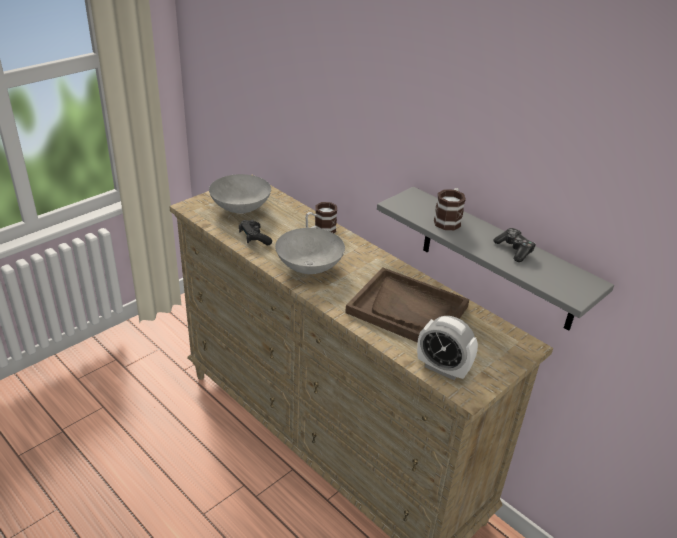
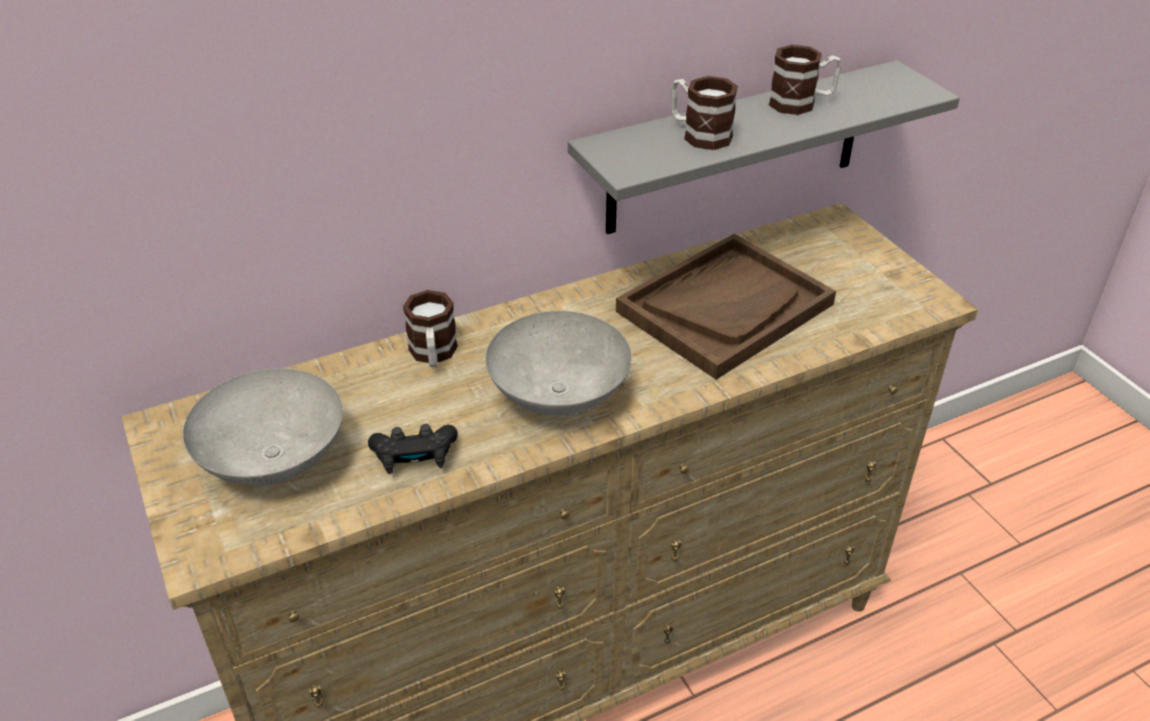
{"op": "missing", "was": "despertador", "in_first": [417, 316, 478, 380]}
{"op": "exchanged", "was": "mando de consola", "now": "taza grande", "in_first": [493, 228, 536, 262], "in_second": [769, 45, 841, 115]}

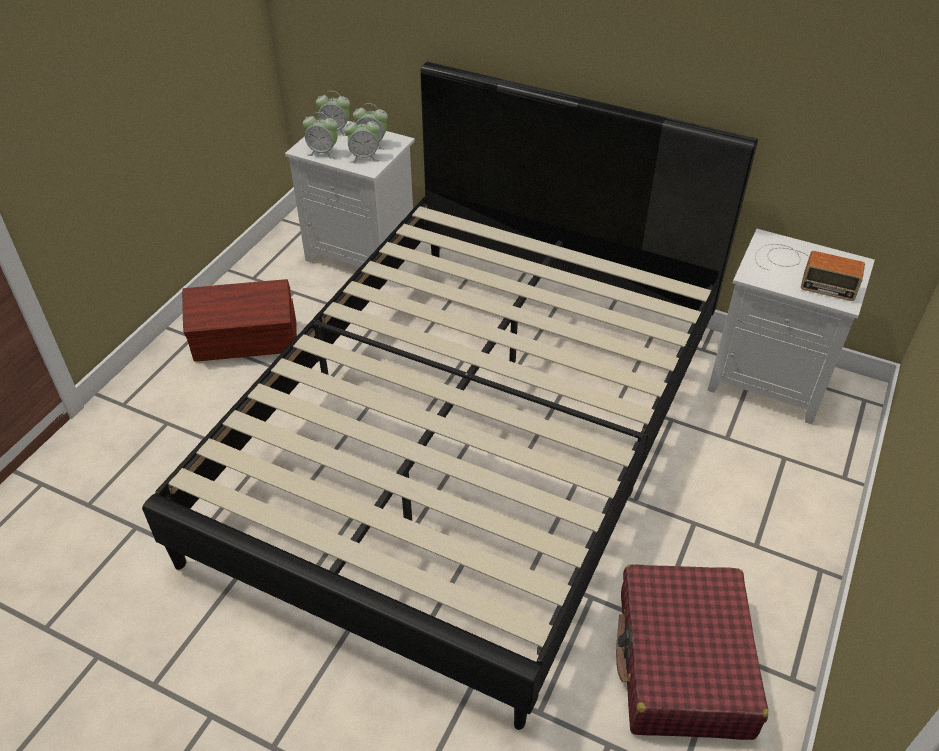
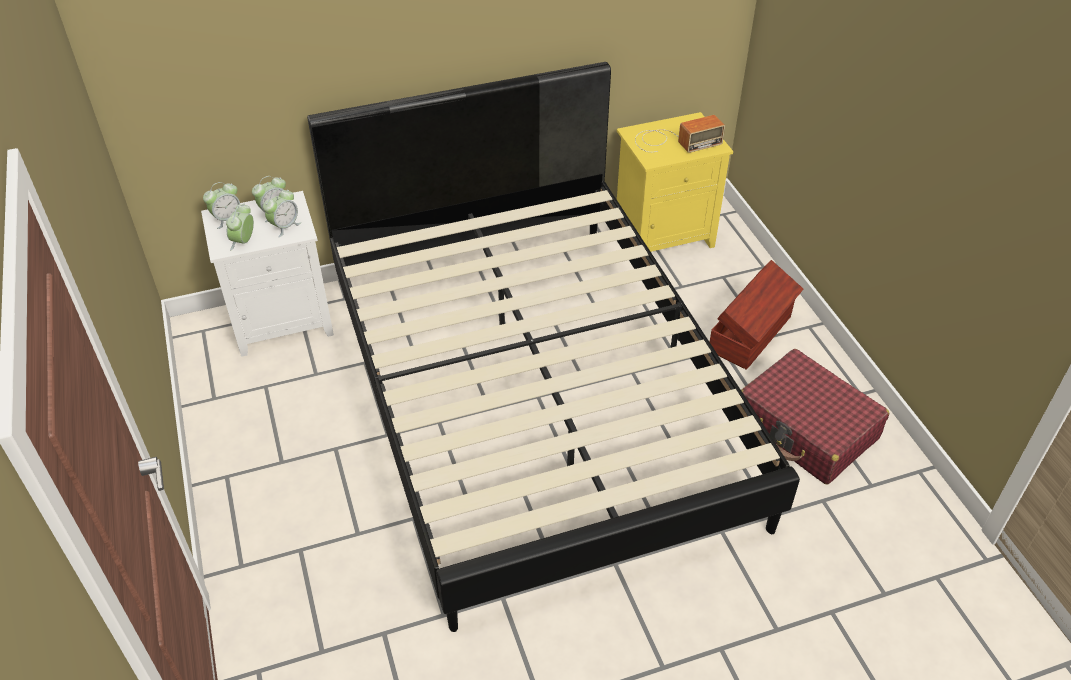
{"op": "relocated", "was": "caja de almacenaje/marrón", "in_first": [182, 279, 297, 362], "in_second": [710, 260, 803, 370]}
{"op": "colour", "was": "mesita de noche/blanco", "now": "mesita de noche/amarillo", "in_first": [707, 229, 875, 424], "in_second": [617, 112, 733, 252]}
{"op": "spun", "was": "despertador", "in_first": [303, 112, 338, 159], "in_second": [226, 203, 254, 250], "clockwise": 135}

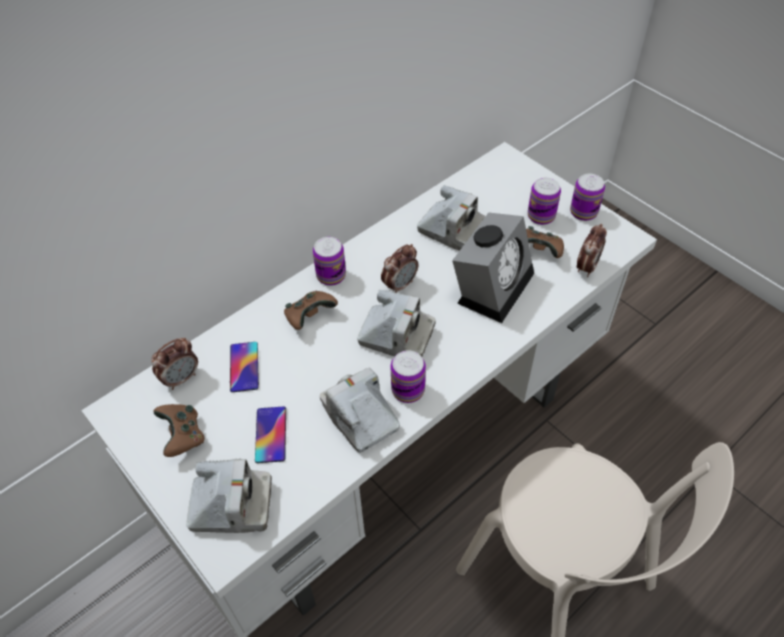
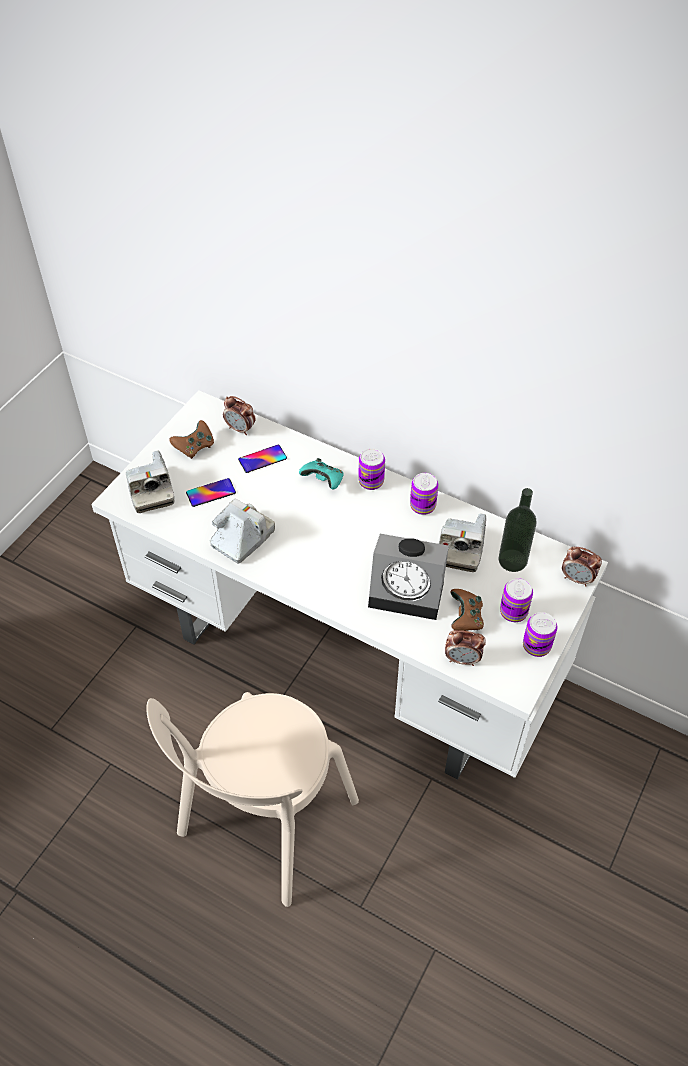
{"op": "missing", "was": "cámara", "in_first": [357, 290, 436, 357]}
{"op": "appeared", "now": "botella", "in_second": [498, 488, 537, 572]}
{"op": "relocated", "was": "despertador", "in_first": [381, 244, 418, 293], "in_second": [562, 547, 602, 587]}
{"op": "relocated", "was": "lata", "in_first": [390, 350, 426, 403], "in_second": [410, 473, 438, 515]}
{"op": "colour", "was": "mando de consola/marrón", "now": "mando de consola/turquesa", "in_first": [284, 291, 338, 330], "in_second": [299, 458, 344, 490]}

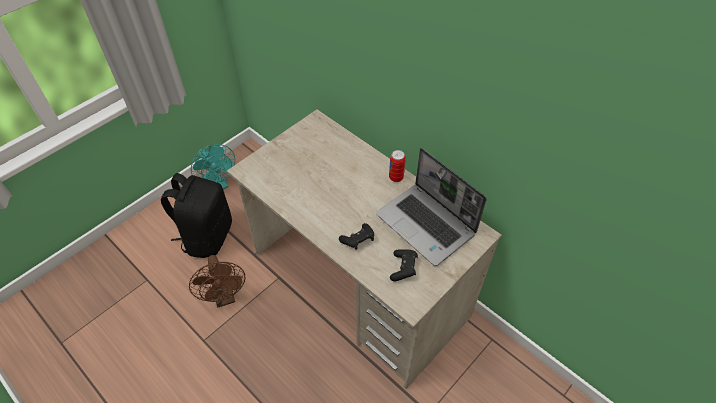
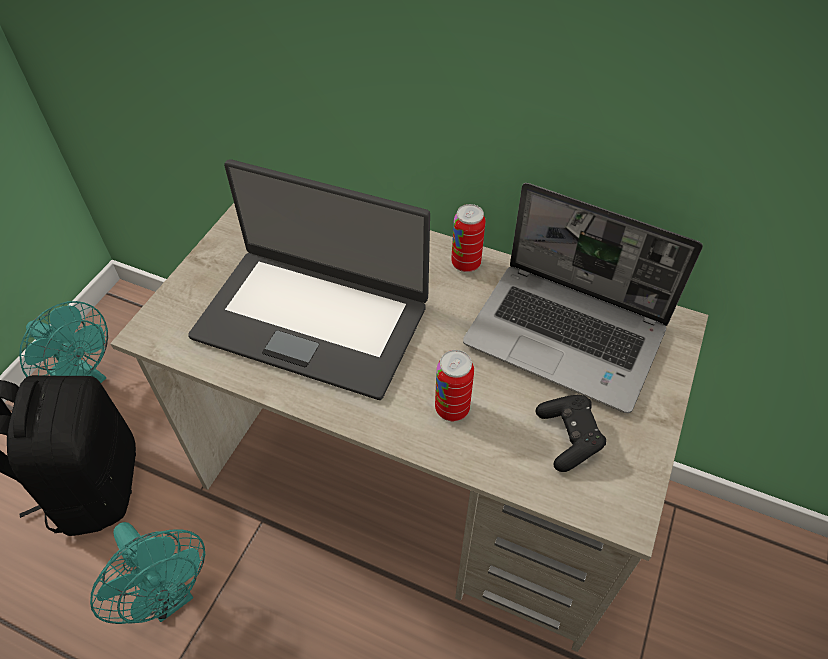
{"op": "appeared", "now": "portátil", "in_second": [188, 159, 430, 400]}
{"op": "exchanged", "was": "mando de consola/negro", "now": "lata", "in_first": [339, 223, 374, 250], "in_second": [435, 350, 474, 421]}
{"op": "colour", "was": "ventilador/marrón", "now": "ventilador/turquesa", "in_first": [189, 255, 245, 308], "in_second": [90, 522, 205, 624]}

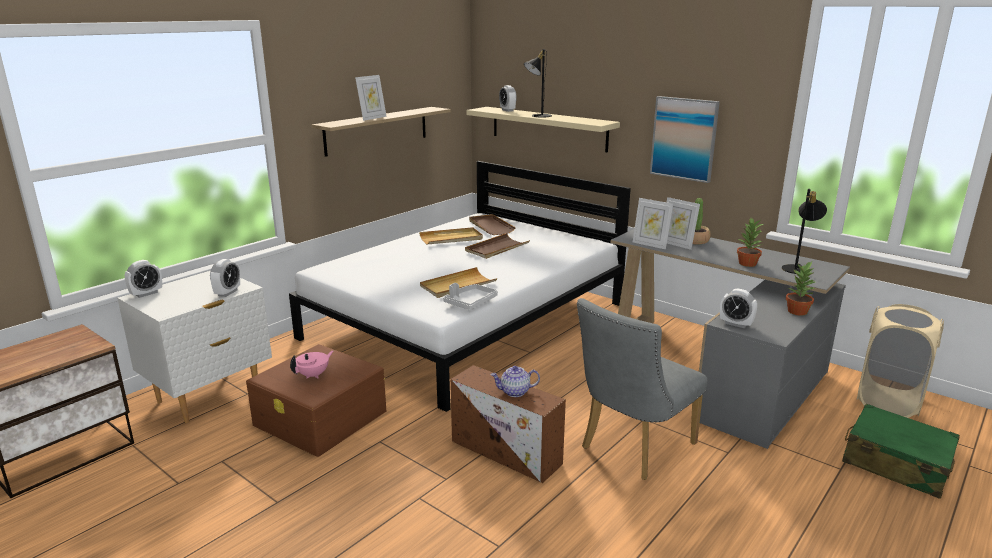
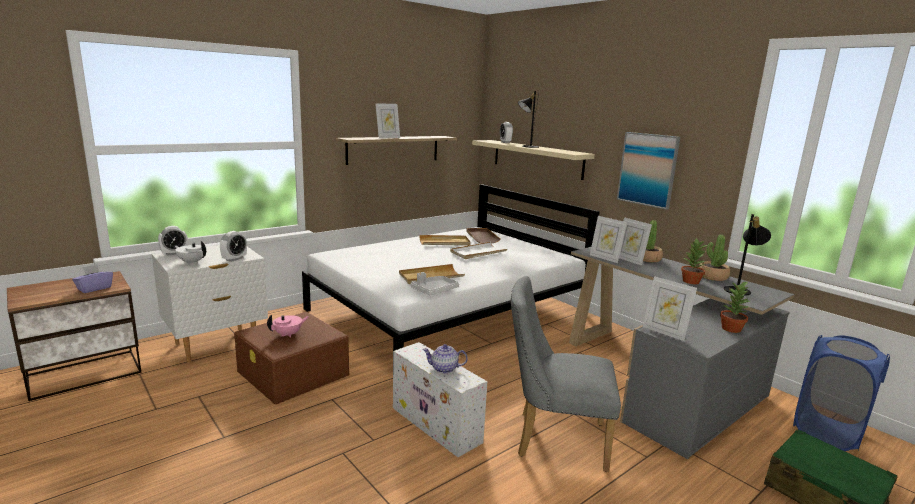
{"op": "appeared", "now": "caja de pañuelos/morado", "in_second": [72, 264, 113, 293]}
{"op": "appeared", "now": "tetera/blanco", "in_second": [175, 241, 206, 264]}
{"op": "appeared", "now": "planta en maceta", "in_second": [699, 235, 730, 281]}
{"op": "exchanged", "was": "despertador", "now": "portarretratos", "in_first": [720, 289, 757, 328], "in_second": [643, 276, 697, 341]}
{"op": "colour", "was": "caja de almacenaje/marrón", "now": "caja de almacenaje/blanco", "in_first": [450, 365, 566, 483], "in_second": [393, 342, 487, 457]}
{"op": "colour", "was": "bandeja/marrón", "now": "bandeja/blanco", "in_first": [465, 233, 530, 259], "in_second": [450, 242, 507, 259]}
{"op": "colour", "was": "cesto de la ropa/beis", "now": "cesto de la ropa/azul", "in_first": [857, 304, 944, 418], "in_second": [793, 335, 890, 451]}
{"op": "spun", "was": "silla/gris", "in_first": [577, 298, 708, 480], "in_second": [511, 276, 621, 472], "clockwise": 45}

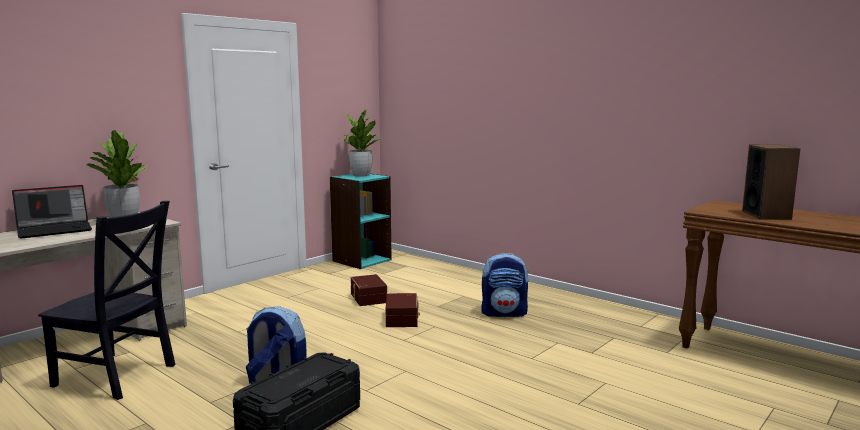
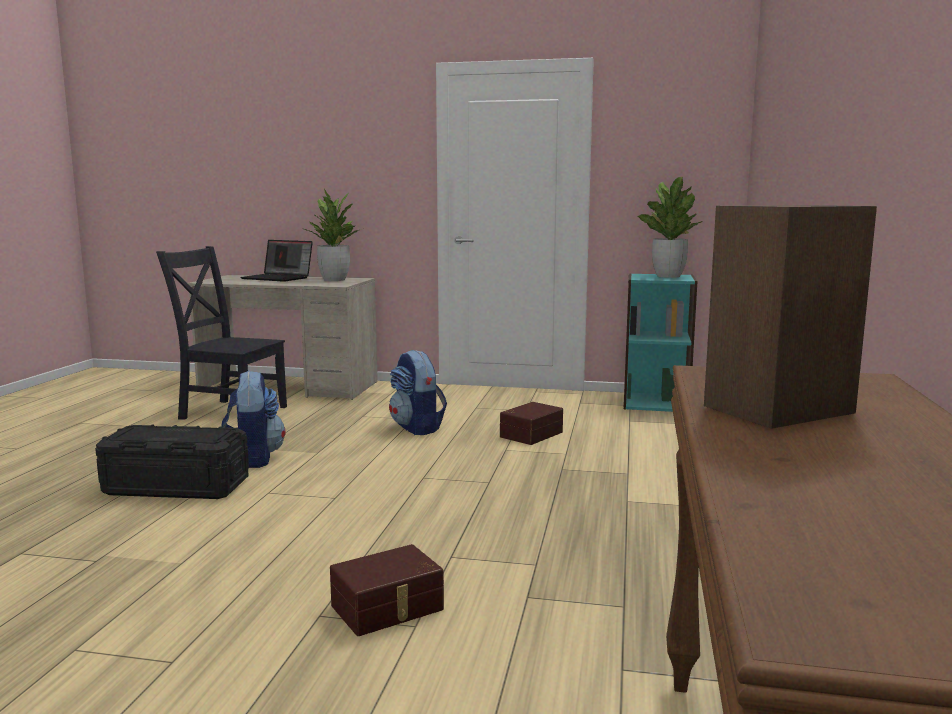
{"op": "relocated", "was": "caja de almacenaje/marrón", "in_first": [386, 293, 420, 327], "in_second": [330, 544, 444, 636]}
{"op": "relocated", "was": "mochila", "in_first": [481, 253, 529, 317], "in_second": [389, 350, 447, 435]}
{"op": "spun", "was": "silla/negro", "in_first": [38, 201, 175, 400], "in_second": [156, 246, 287, 420], "clockwise": 120}

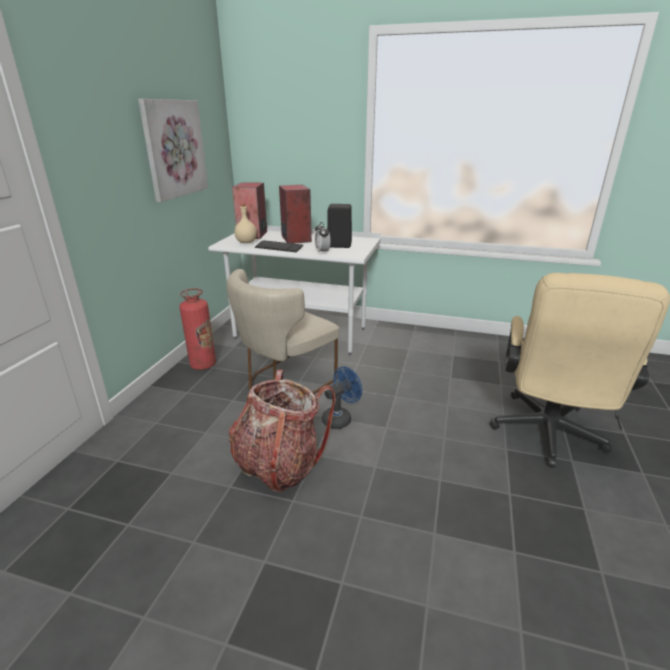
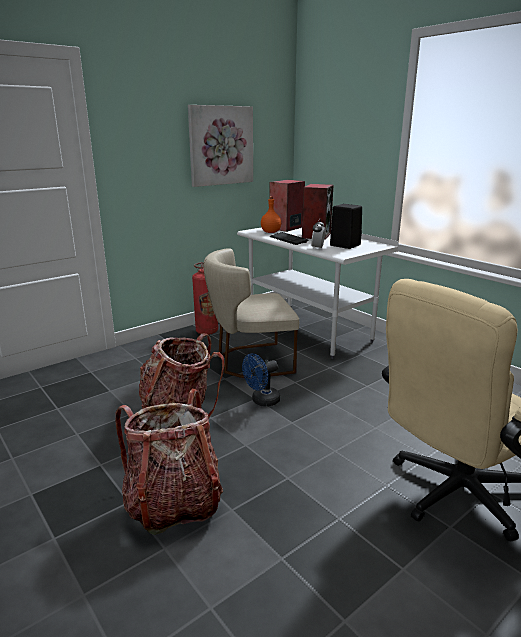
{"op": "appeared", "now": "mochila", "in_second": [115, 389, 223, 535]}
{"op": "colour", "was": "botella/beis", "now": "botella/naranja", "in_first": [235, 203, 257, 243], "in_second": [261, 196, 281, 233]}
{"op": "spun", "was": "ventilador/azul", "in_first": [322, 366, 362, 429], "in_second": [242, 353, 280, 406], "clockwise": 150}

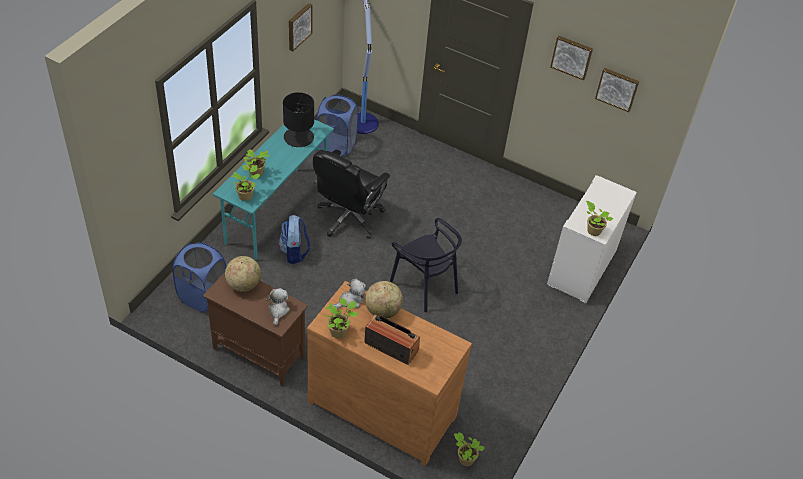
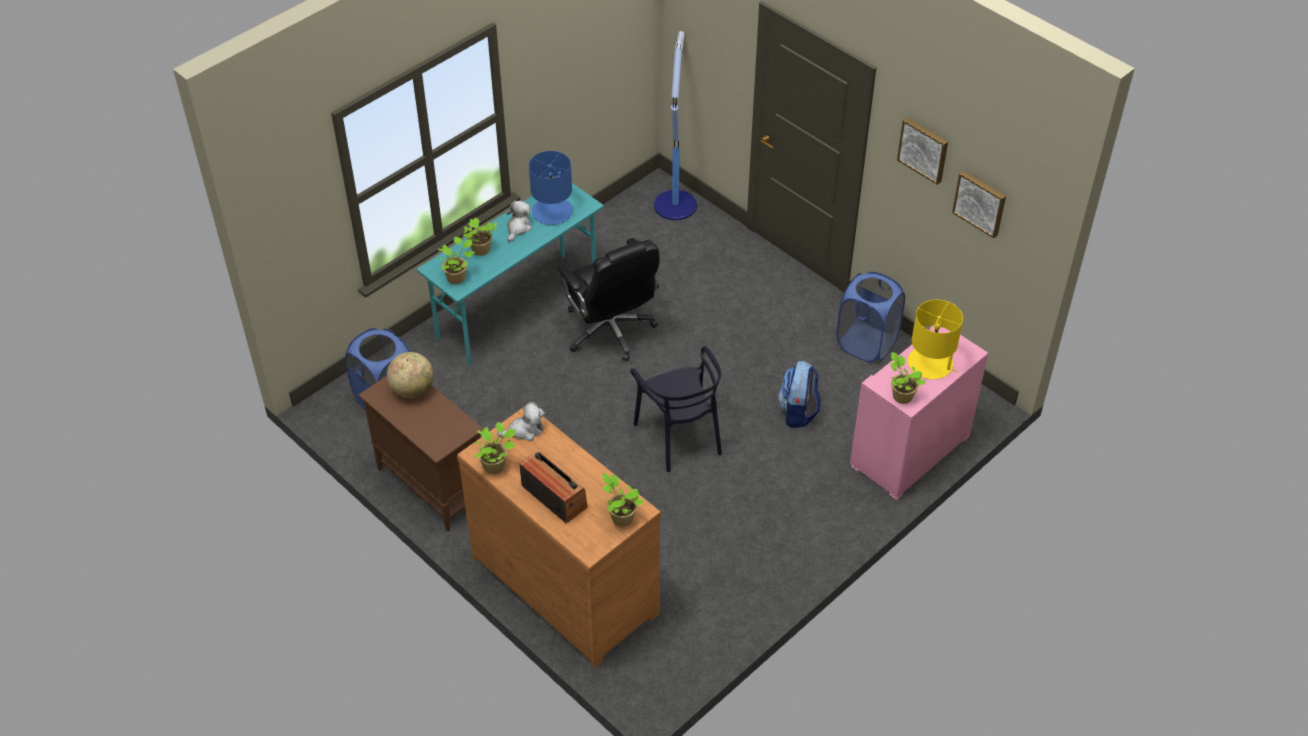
{"op": "missing", "was": "cuadro", "in_first": [289, 3, 312, 51]}
{"op": "missing", "was": "globo terráqueo", "in_first": [365, 281, 403, 319]}
{"op": "appeared", "now": "lámpara de mesa/amarillo", "in_second": [908, 300, 963, 379]}
{"op": "relocated", "was": "peluche", "in_first": [266, 288, 290, 325], "in_second": [506, 201, 532, 242]}
{"op": "relocated", "was": "mochila", "in_first": [279, 215, 310, 264], "in_second": [777, 361, 821, 428]}
{"op": "relocated", "was": "cesto de la ropa/azul", "in_first": [316, 95, 359, 157], "in_second": [836, 272, 905, 362]}
{"op": "relocated", "was": "planta en maceta", "in_first": [454, 432, 485, 466], "in_second": [602, 473, 644, 527]}
{"op": "colour", "was": "lámpara de mesa/negro", "now": "lámpara de mesa/azul", "in_first": [283, 92, 314, 147], "in_second": [529, 151, 573, 225]}
{"op": "colour", "was": "cómoda/blanco", "now": "cómoda/rosa", "in_first": [547, 175, 637, 304], "in_second": [850, 326, 988, 500]}
{"op": "spun", "was": "silla de oficina/negro", "in_first": [313, 150, 390, 239], "in_second": [556, 238, 659, 361], "clockwise": -75}

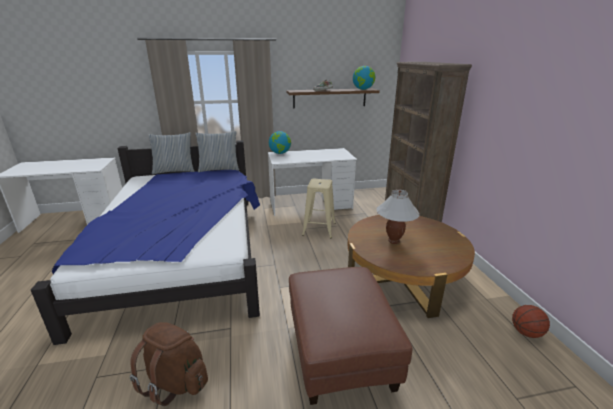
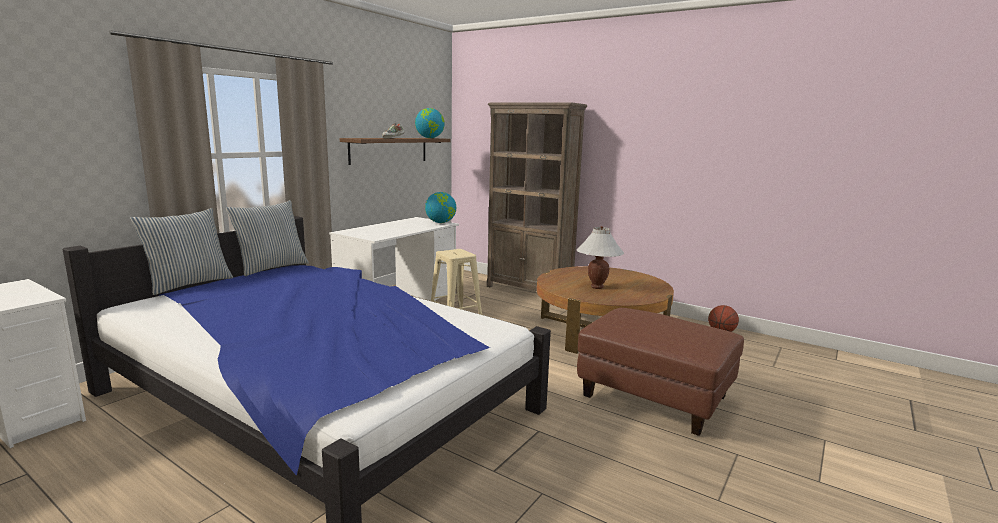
{"op": "missing", "was": "mochila/marrón", "in_first": [130, 322, 208, 406]}
{"op": "relocated", "was": "globo terráqueo", "in_first": [269, 131, 291, 154], "in_second": [425, 192, 456, 223]}

